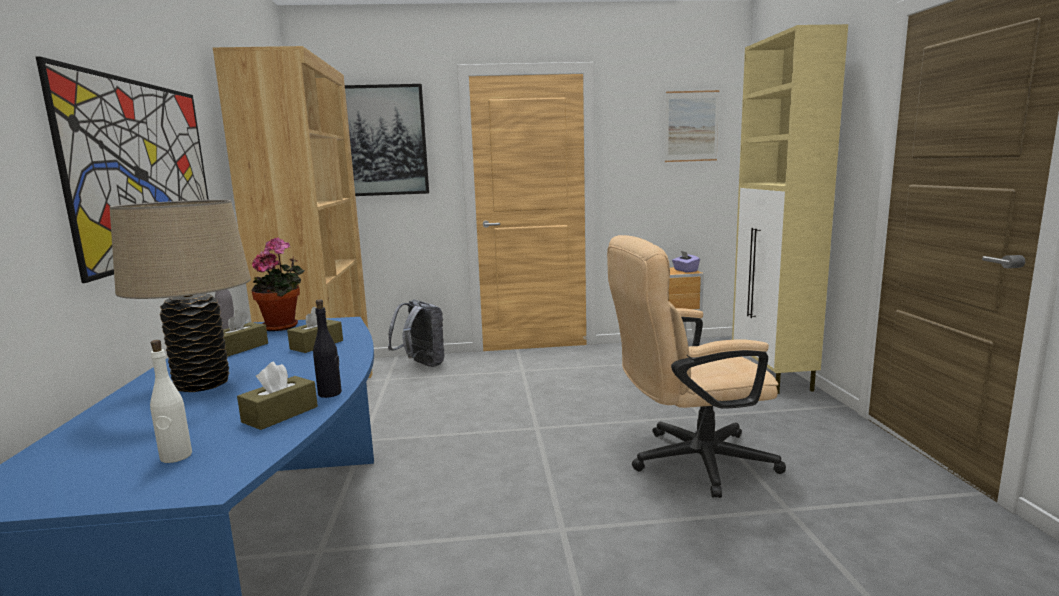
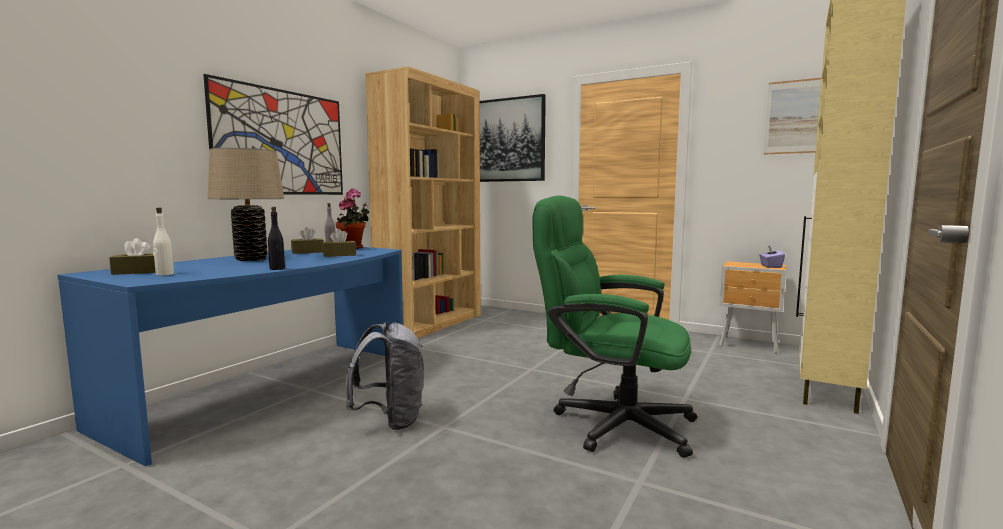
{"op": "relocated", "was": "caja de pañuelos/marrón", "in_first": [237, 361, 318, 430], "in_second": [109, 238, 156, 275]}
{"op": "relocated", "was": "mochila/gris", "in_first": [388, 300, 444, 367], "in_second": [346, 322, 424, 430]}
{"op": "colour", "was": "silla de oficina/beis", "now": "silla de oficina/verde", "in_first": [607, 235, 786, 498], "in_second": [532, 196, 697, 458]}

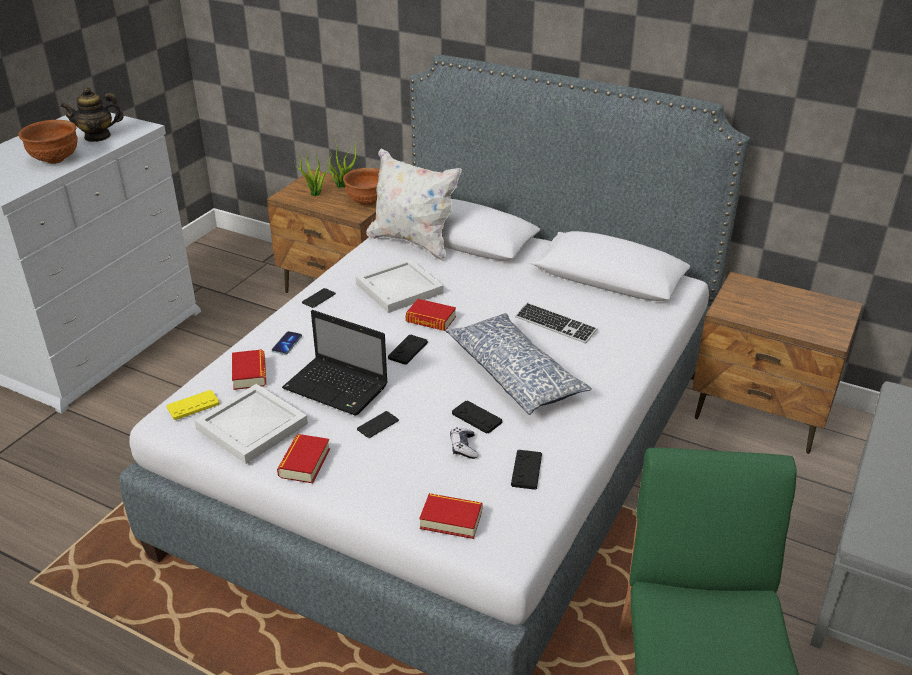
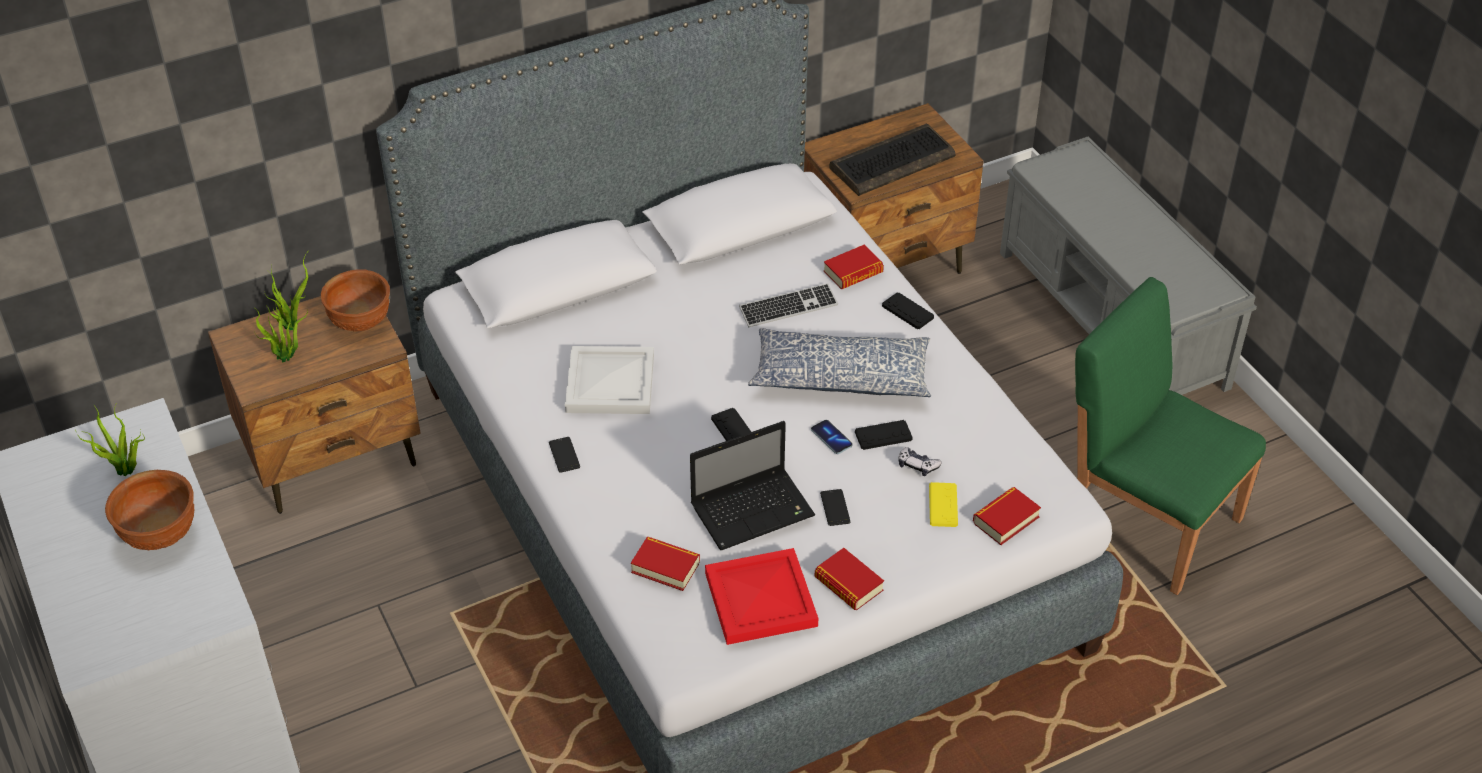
{"op": "missing", "was": "cojín/blanco", "in_first": [366, 149, 462, 262]}
{"op": "appeared", "now": "teclado", "in_second": [829, 124, 956, 196]}
{"op": "relocated", "was": "mando de consola/amarillo", "in_first": [167, 390, 220, 420], "in_second": [929, 482, 958, 527]}
{"op": "relocated", "was": "móvil", "in_first": [272, 331, 302, 355], "in_second": [811, 420, 852, 454]}
{"op": "relocated", "was": "libro", "in_first": [406, 299, 456, 331], "in_second": [823, 245, 884, 289]}
{"op": "relocated", "was": "mando de consola/negro", "in_first": [511, 450, 542, 490], "in_second": [882, 293, 934, 329]}
{"op": "exchanged", "was": "tetera", "now": "planta en maceta", "in_first": [60, 87, 124, 142], "in_second": [75, 402, 145, 476]}
{"op": "colour", "was": "bandeja/blanco", "now": "bandeja/rojo", "in_first": [194, 384, 308, 464], "in_second": [705, 548, 818, 645]}

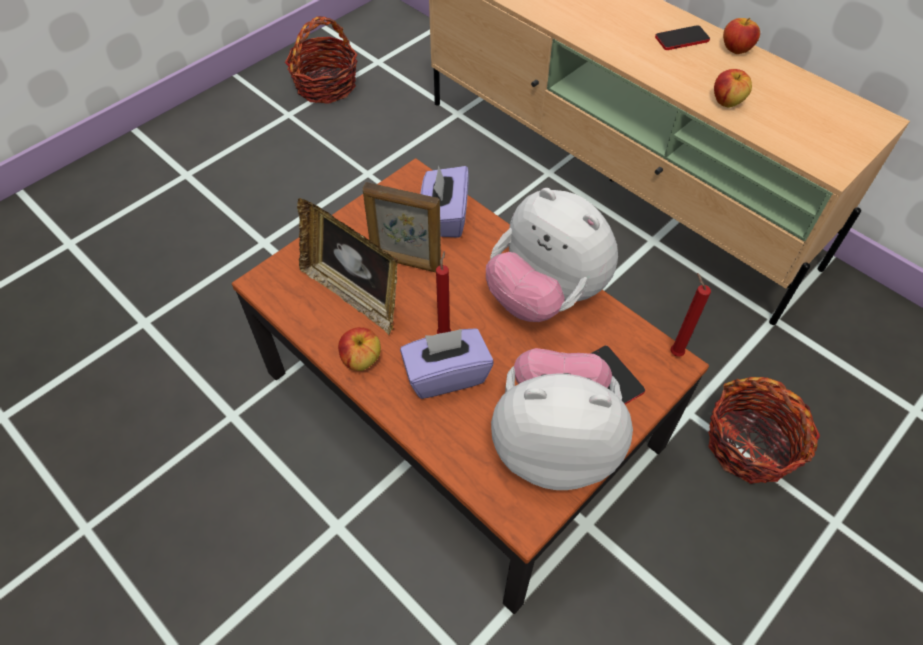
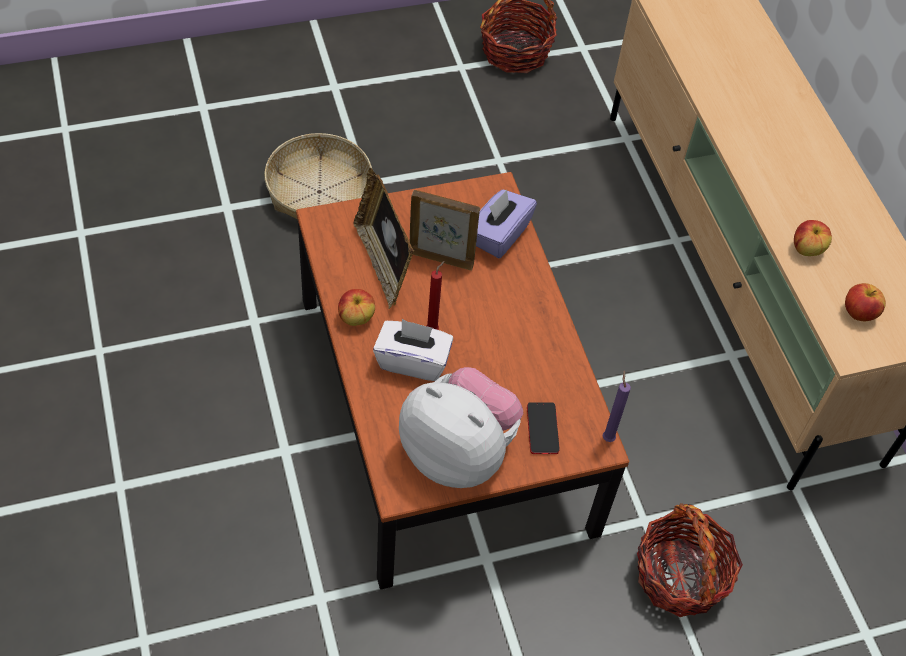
{"op": "missing", "was": "peluche", "in_first": [486, 188, 618, 322]}
{"op": "missing", "was": "móvil", "in_first": [655, 25, 710, 50]}
{"op": "appeared", "now": "cesta", "in_second": [264, 133, 372, 219]}
{"op": "relocated", "was": "manzana", "in_first": [723, 18, 760, 54], "in_second": [845, 283, 886, 322]}
{"op": "colour", "was": "caja de pañuelos/morado", "now": "caja de pañuelos/blanco", "in_first": [400, 328, 494, 399], "in_second": [373, 319, 453, 381]}
{"op": "colour", "was": "vela/rojo", "now": "vela/morado", "in_first": [671, 273, 711, 357], "in_second": [603, 371, 631, 442]}
{"op": "spun", "was": "portarretratos", "in_first": [362, 182, 441, 272], "in_second": [410, 190, 480, 271], "clockwise": 150}

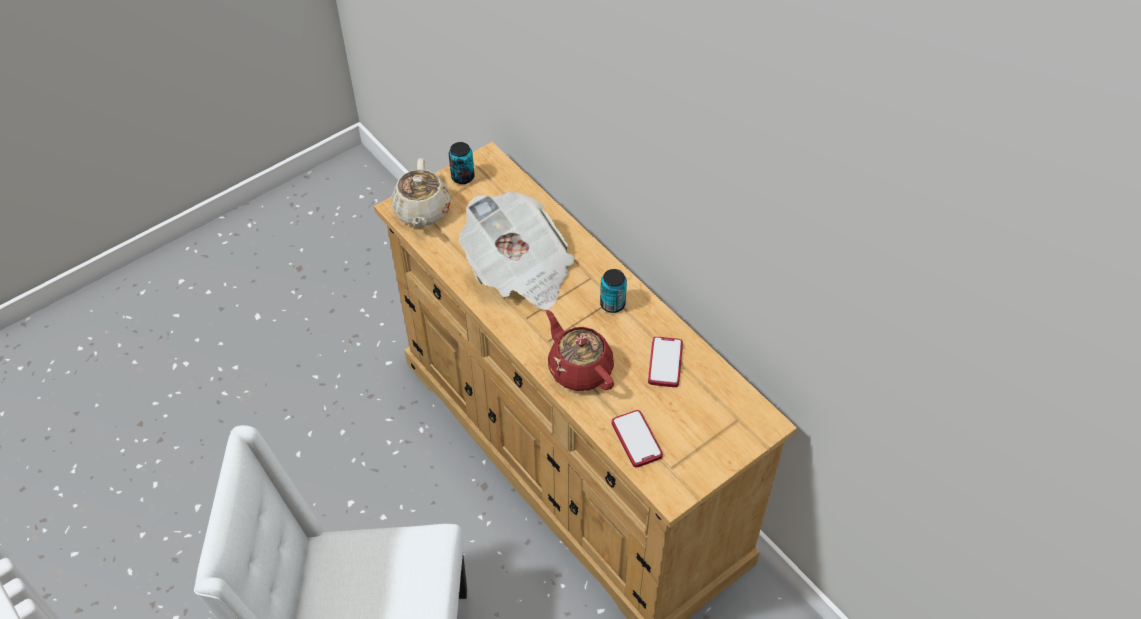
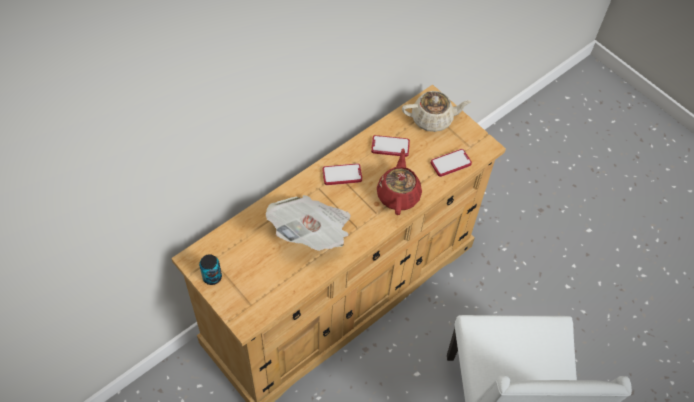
{"op": "relocated", "was": "tetera/beis", "in_first": [391, 158, 451, 228], "in_second": [402, 91, 472, 132]}
{"op": "exchanged", "was": "lata", "now": "móvil", "in_first": [600, 269, 627, 313], "in_second": [323, 163, 362, 185]}
{"op": "spun", "was": "tetera/rojo", "in_first": [546, 310, 614, 391], "in_second": [377, 149, 422, 215], "clockwise": 135}

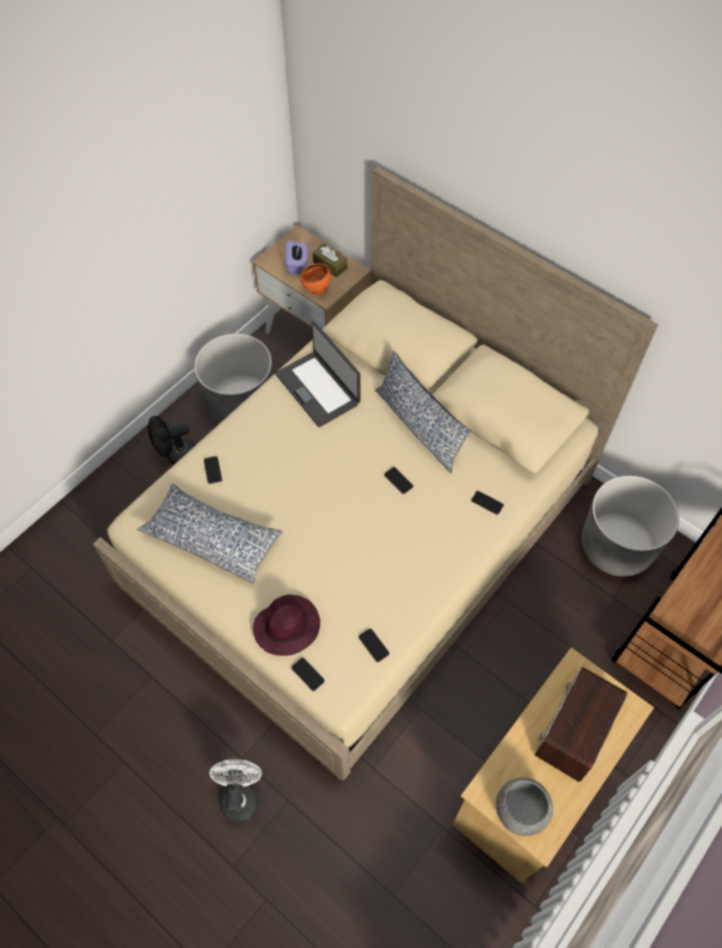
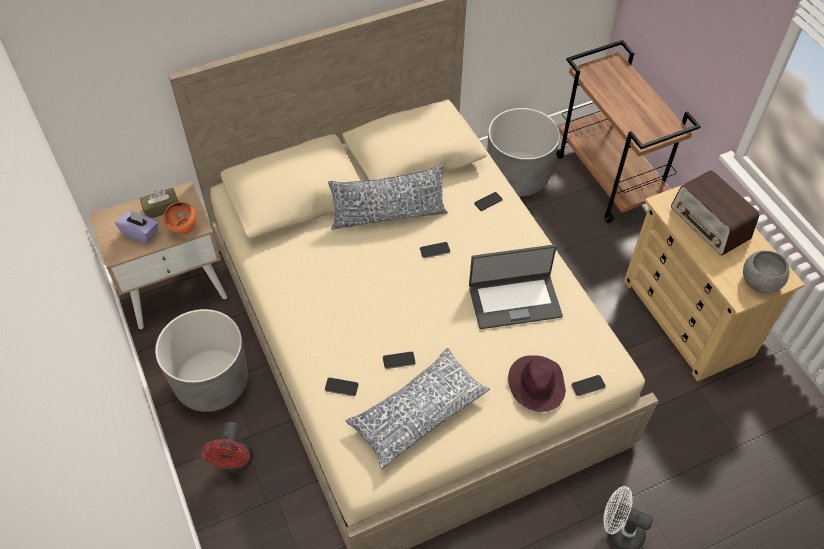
{"op": "relocated", "was": "portátil", "in_first": [275, 321, 360, 427], "in_second": [469, 245, 563, 329]}
{"op": "relocated", "was": "móvil", "in_first": [359, 628, 389, 662], "in_second": [383, 352, 416, 369]}
{"op": "colour", "was": "ventilador/negro", "now": "ventilador/rojo", "in_first": [148, 416, 195, 464], "in_second": [201, 422, 253, 473]}

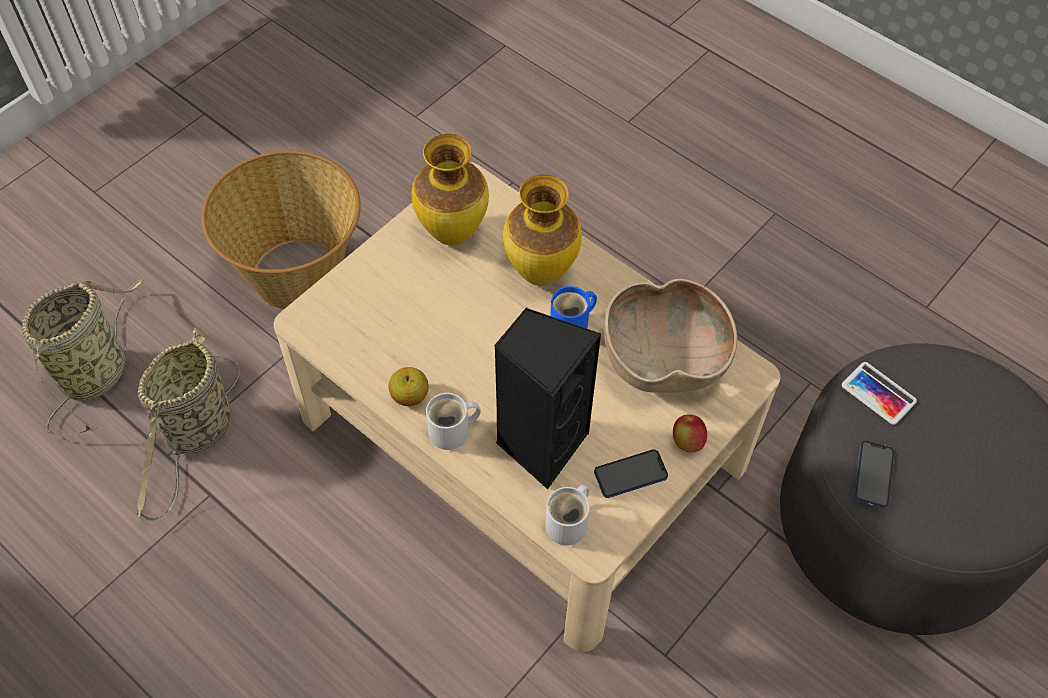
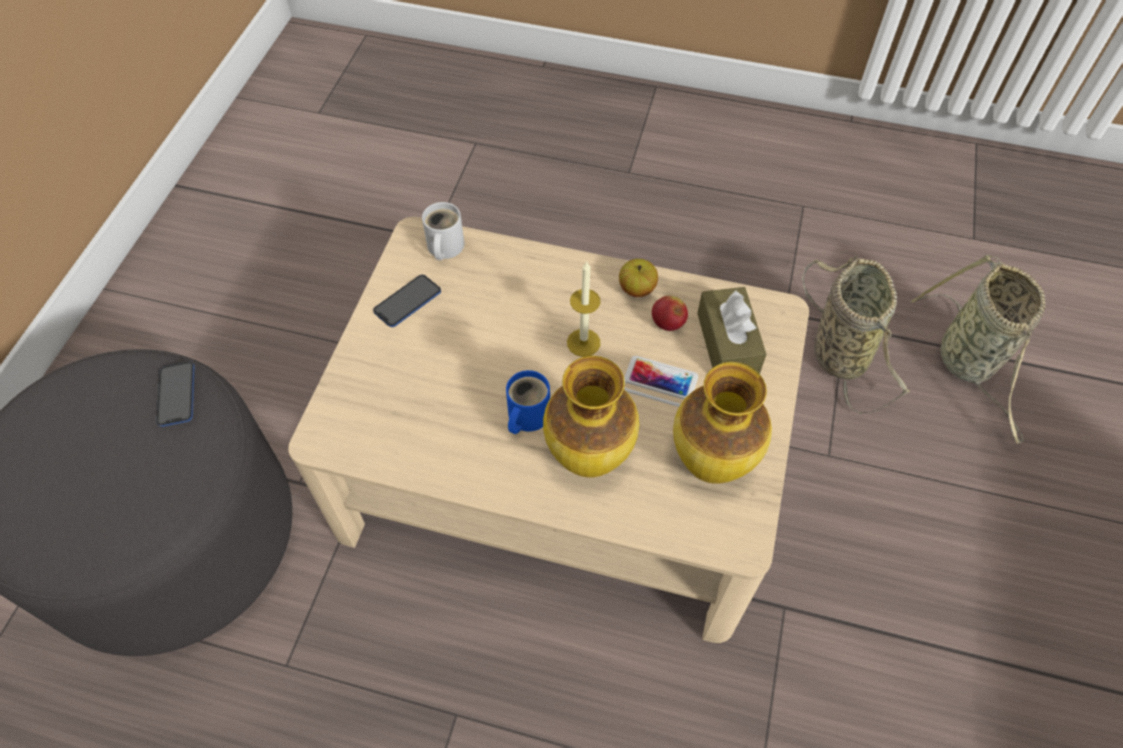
{"op": "missing", "was": "cesta", "in_first": [202, 150, 361, 310]}
{"op": "missing", "was": "taza grande/blanco", "in_first": [426, 393, 481, 450]}
{"op": "missing", "was": "altavoz/negro", "in_first": [494, 308, 601, 489]}
{"op": "missing", "was": "cuenco/marrón", "in_first": [604, 279, 738, 393]}
{"op": "appeared", "now": "vela", "in_second": [567, 261, 600, 357]}
{"op": "appeared", "now": "caja de pañuelos/marrón", "in_second": [697, 287, 767, 374]}
{"op": "relocated", "was": "manzana", "in_first": [673, 414, 707, 453], "in_second": [652, 296, 688, 331]}
{"op": "relocated", "was": "móvil", "in_first": [842, 362, 917, 425], "in_second": [624, 356, 698, 407]}

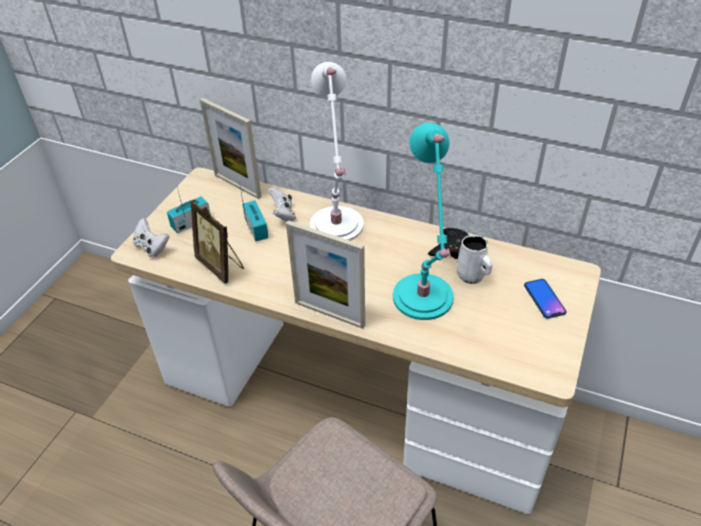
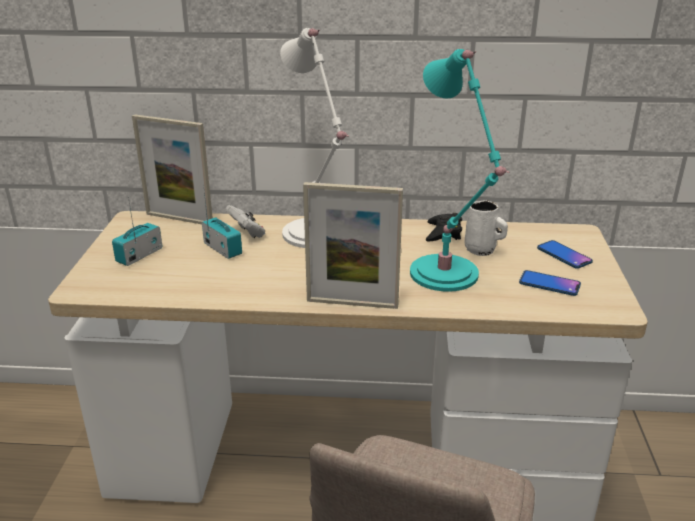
{"op": "missing", "was": "mando de consola/blanco", "in_first": [133, 218, 169, 258]}
{"op": "missing", "was": "portarretratos", "in_first": [191, 200, 244, 284]}
{"op": "appeared", "now": "móvil", "in_second": [519, 270, 581, 296]}

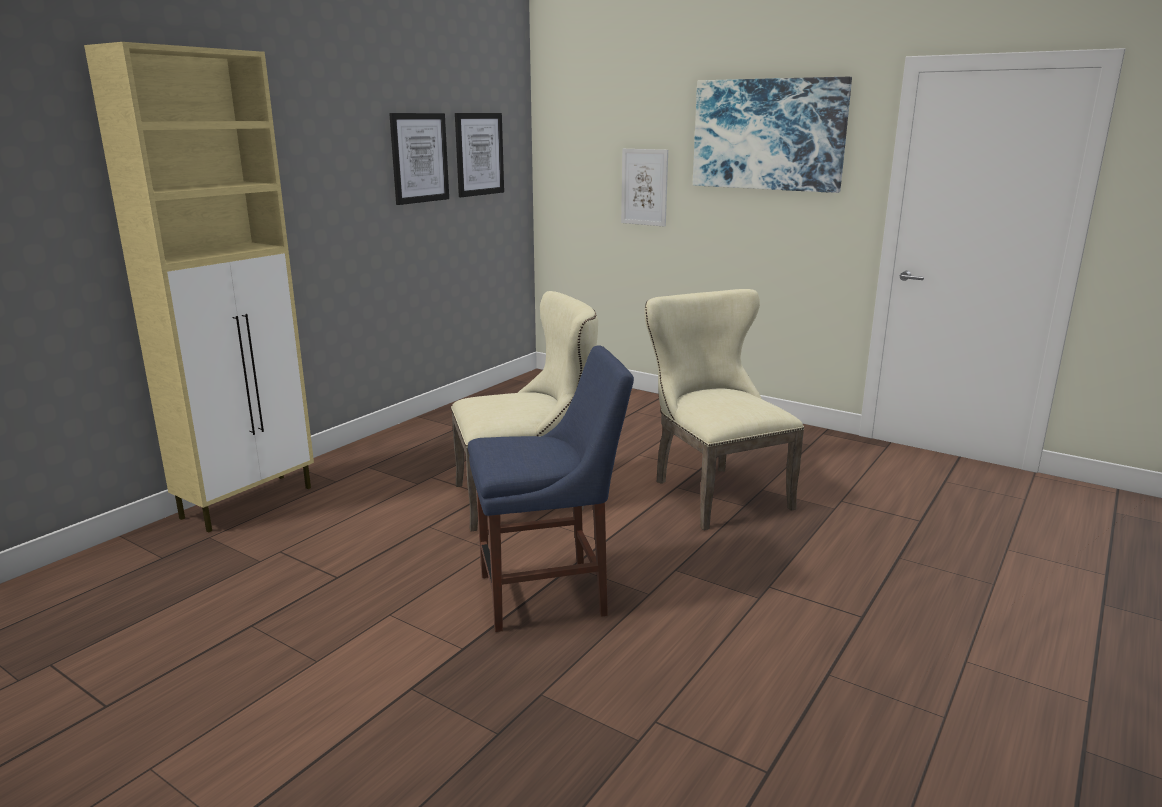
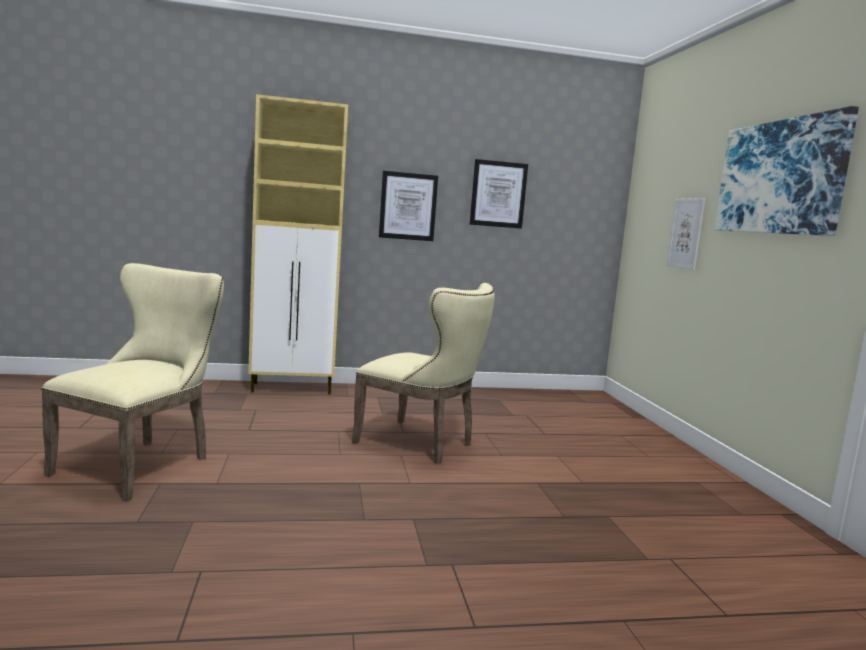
{"op": "missing", "was": "silla/azul", "in_first": [468, 346, 634, 632]}
{"op": "relocated", "was": "cuadro", "in_first": [455, 113, 504, 197], "in_second": [379, 171, 438, 241]}
{"op": "relocated", "was": "silla/beis", "in_first": [645, 289, 804, 530], "in_second": [41, 263, 224, 501]}

